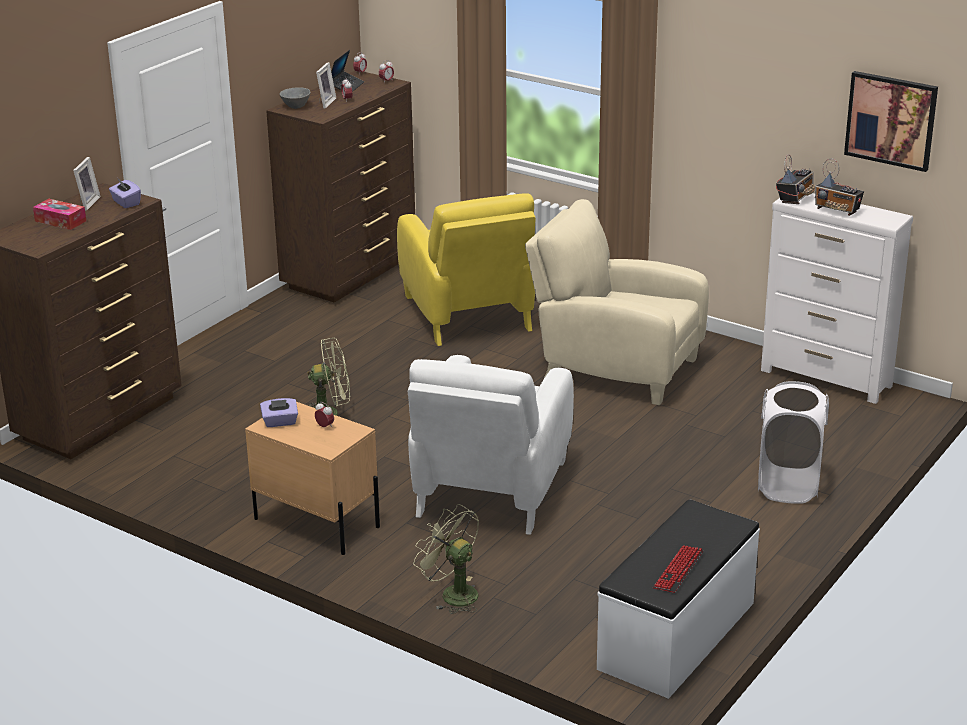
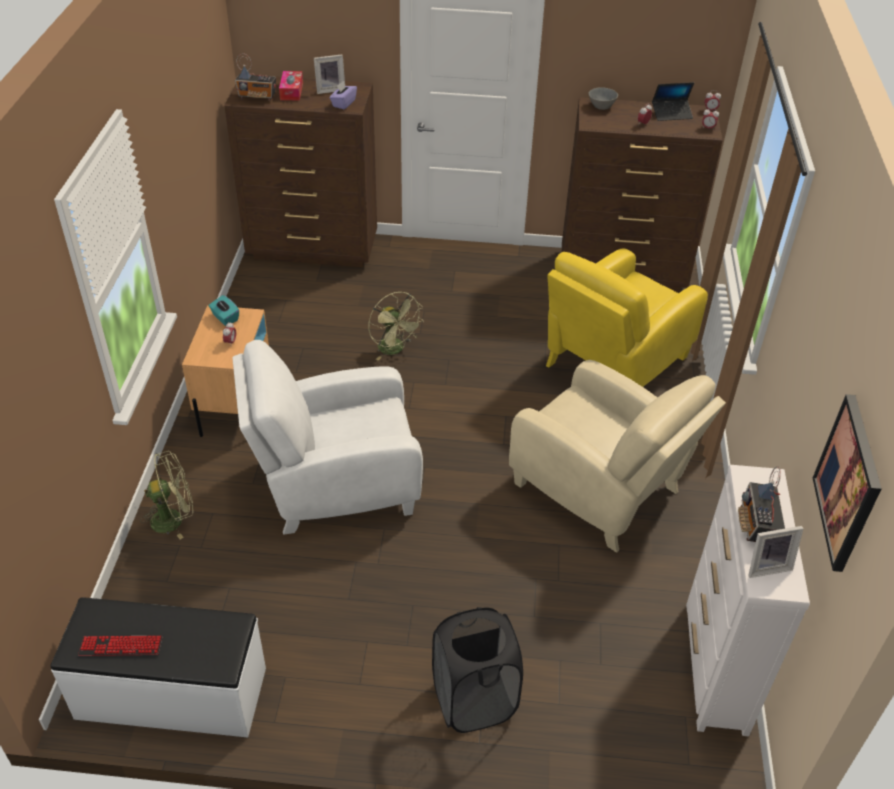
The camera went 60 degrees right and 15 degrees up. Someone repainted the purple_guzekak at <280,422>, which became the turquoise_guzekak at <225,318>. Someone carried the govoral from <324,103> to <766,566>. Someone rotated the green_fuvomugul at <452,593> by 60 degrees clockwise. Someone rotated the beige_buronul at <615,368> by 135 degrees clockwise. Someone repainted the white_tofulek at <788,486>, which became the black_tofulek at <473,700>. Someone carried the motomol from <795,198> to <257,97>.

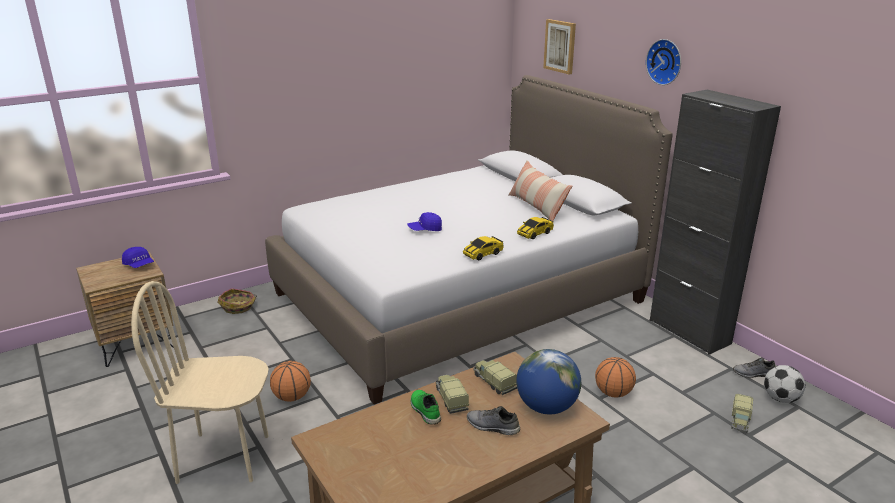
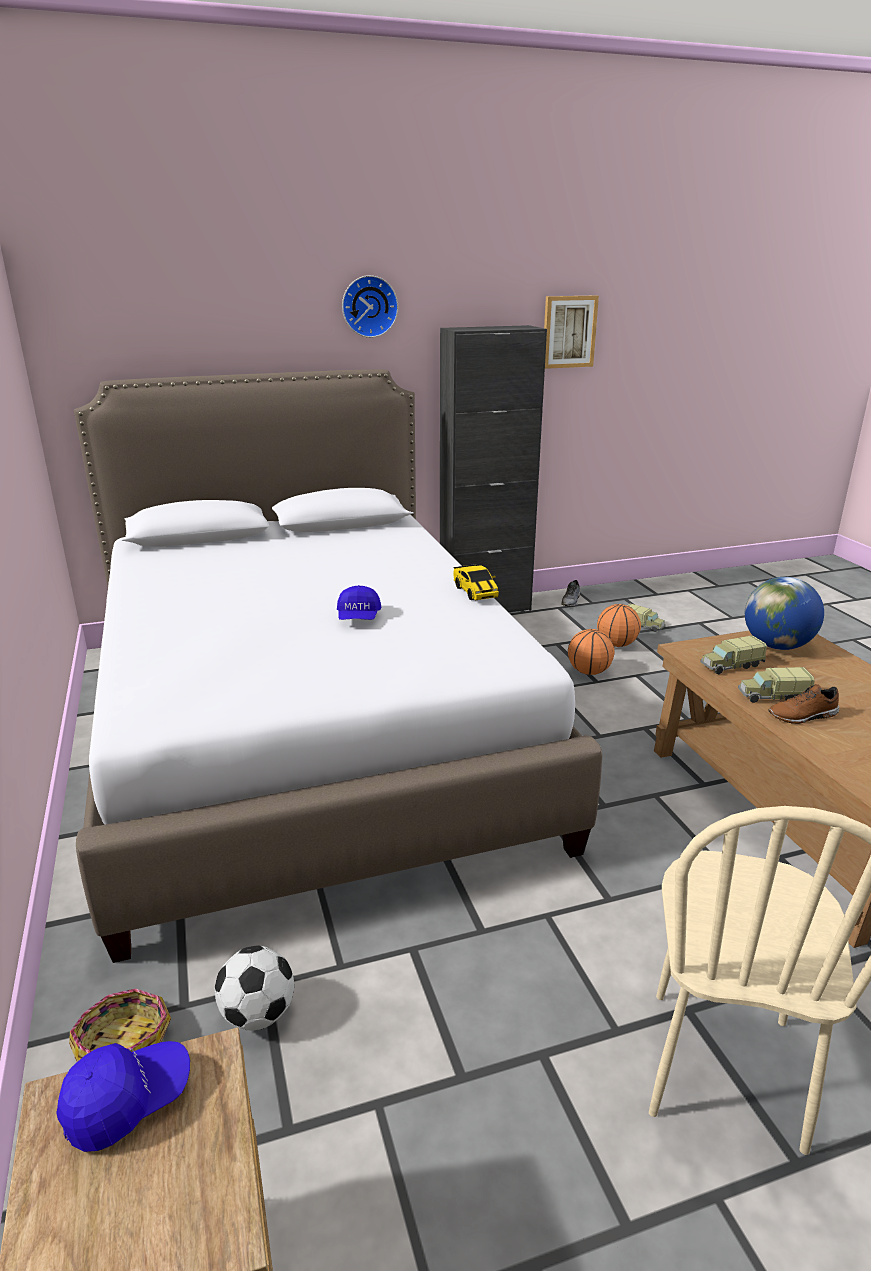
The camera went 75 degrees left and 0 degrees up. Someone carried the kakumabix from <292,397> to <616,644>. Someone repainted the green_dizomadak at <424,411>, which became the brown_dizomadak at <803,716>. Someone took away the grey_dizomadak at <492,427>. Someone took away the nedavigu at <537,207>. Someone took away the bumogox at <535,233>. Someone carried the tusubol from <560,46> to <568,332>. Someone carried the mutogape from <780,399> to <258,1014>.

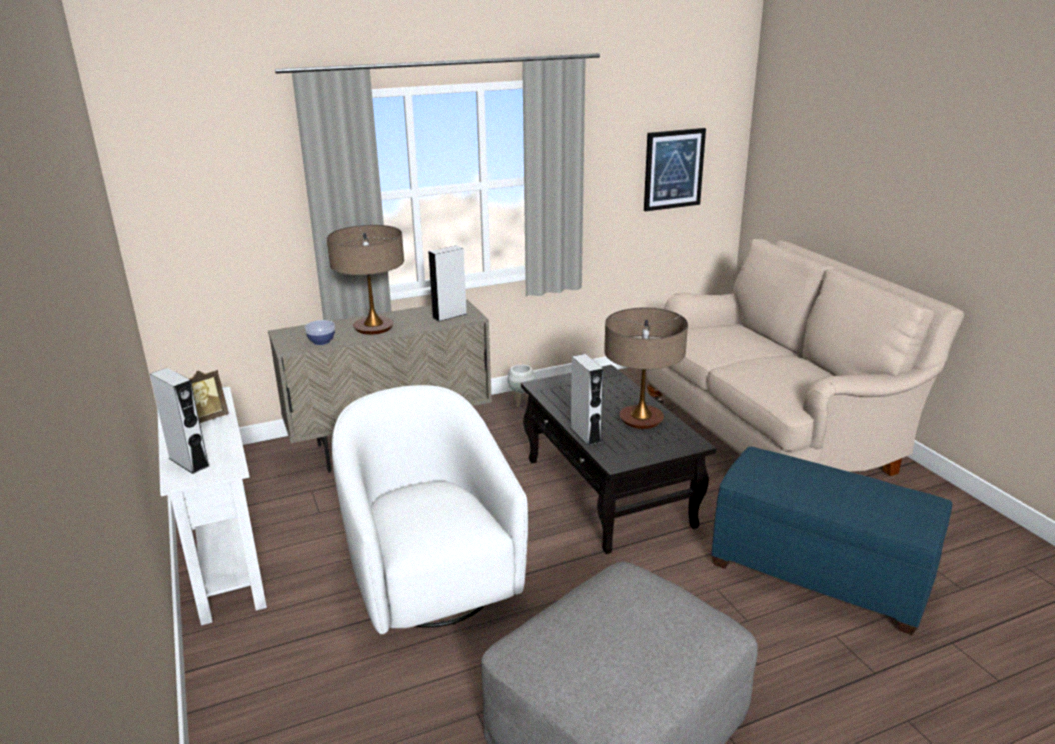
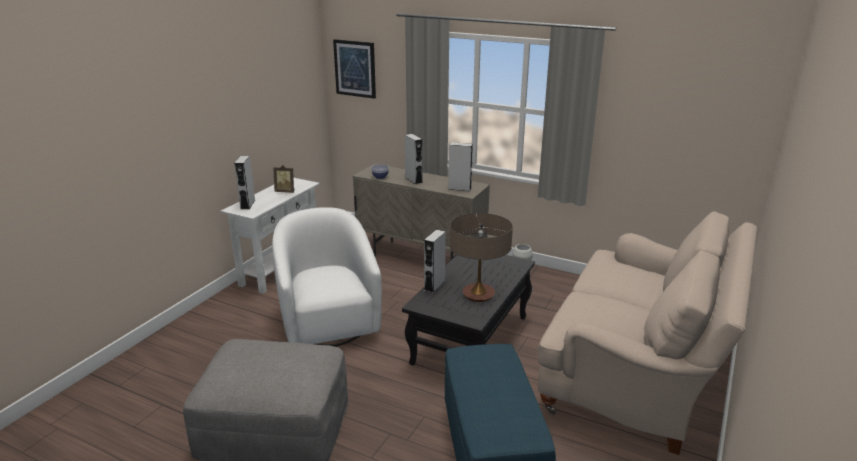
The camera went 50 degrees right and 0 degrees up. Someone swapped the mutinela at <373,328> for the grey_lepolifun at <413,180>. Someone rotated the white_buronul at <431,575> by 45 degrees counterclockwise. Someone carried the tusubol from <673,169> to <355,68>.

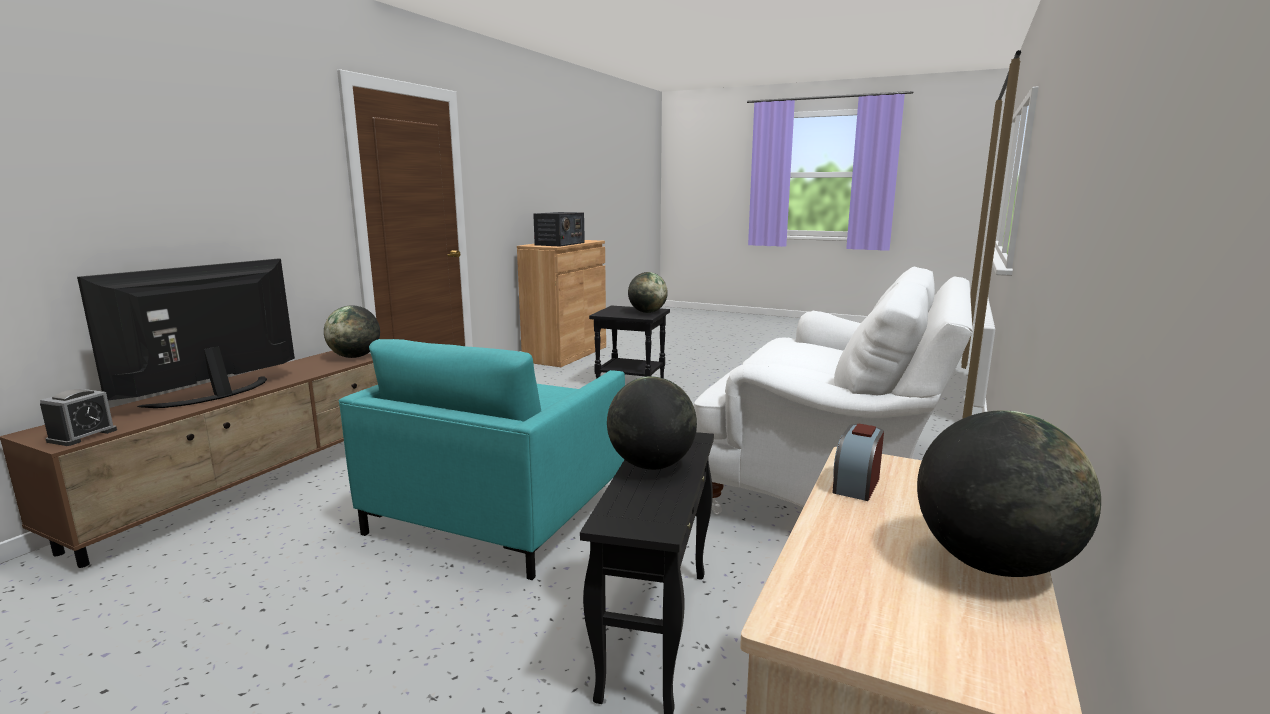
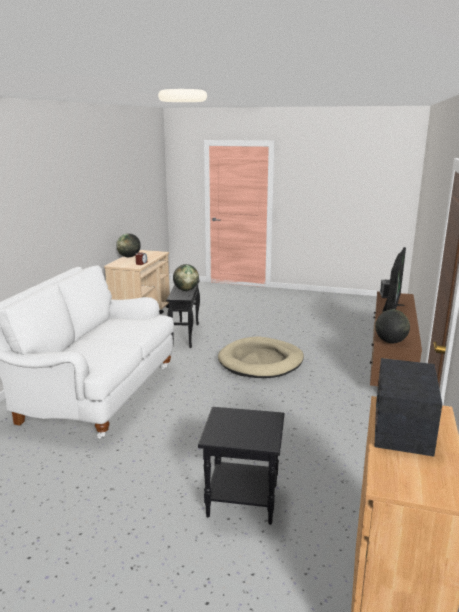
The camera went 170 degrees right and 5 degrees up. Someone swapped the turquoise_buronul at <497,511> for the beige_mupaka at <261,361>. Someone took away the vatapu at <647,312>.

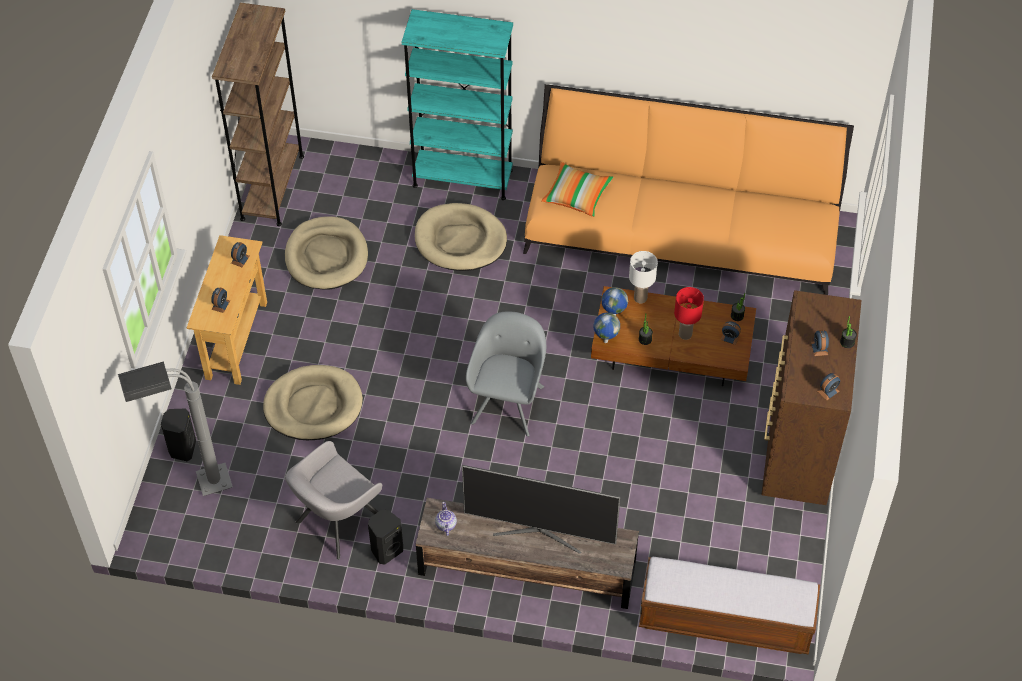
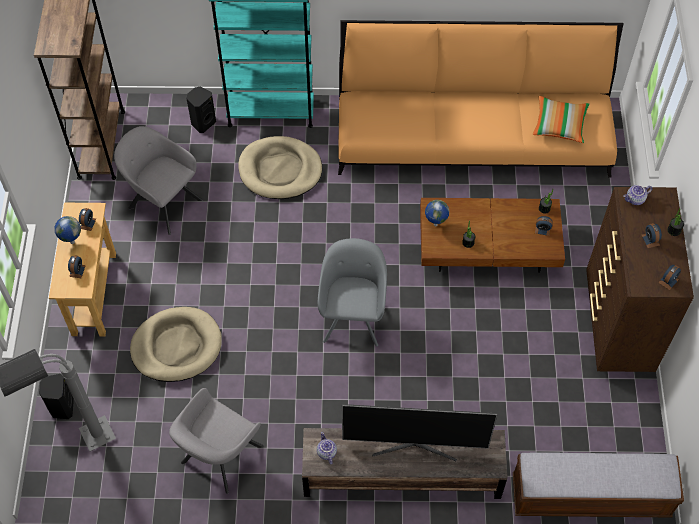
The camera went 10 degrees left and 5 degrees up. Someone swapped the beige_mupaka at <326,256> for the grey_buronul at <162,202>. Someone carried the black_lepolifun from <386,550> to <203,122>. Someone carried the nedavigu from <577,195> to <559,125>. Someone carried the vatapu from <605,341> to <72,242>. Someone took away the white_mutinela at <640,298>. Someone took away the red_mutinela at <685,334>. Someone put down the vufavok at <635,199>.

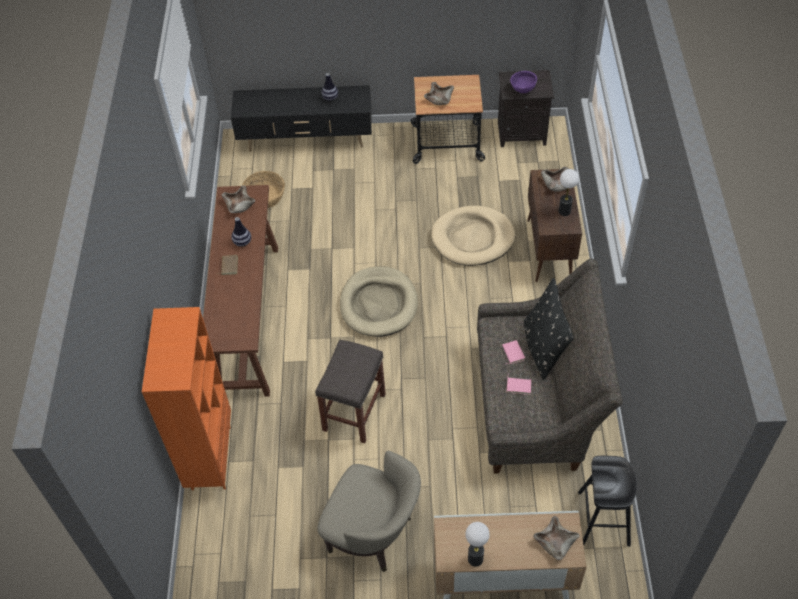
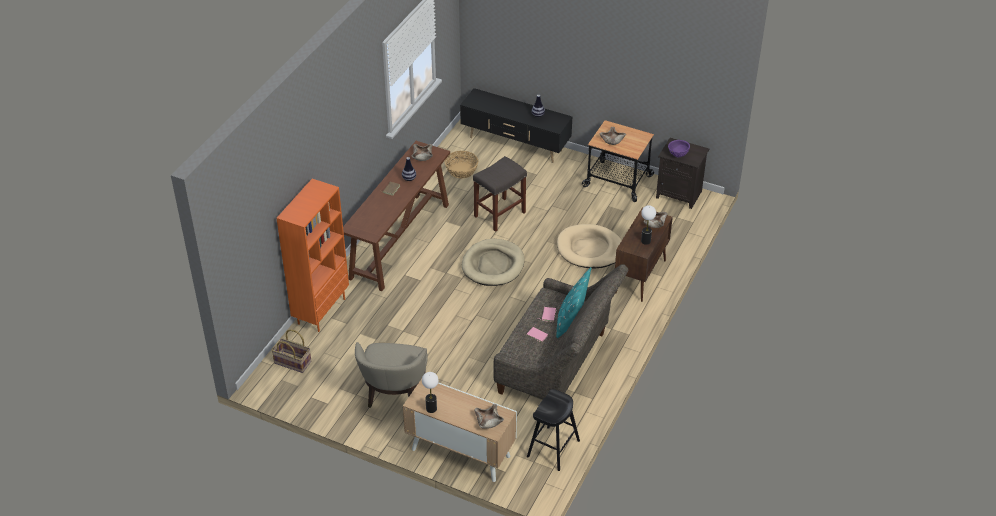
The camera went 25 degrees right and 10 degrees down. Someone carried the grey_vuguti from <354,413> to <499,215>. Someone rotated the beige_buronul at <373,534> by 45 degrees clockwise. Someone repainted the black_nedavigu at <543,348>, which became the turquoise_nedavigu at <571,320>. Someone put down the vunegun at <292,362>.

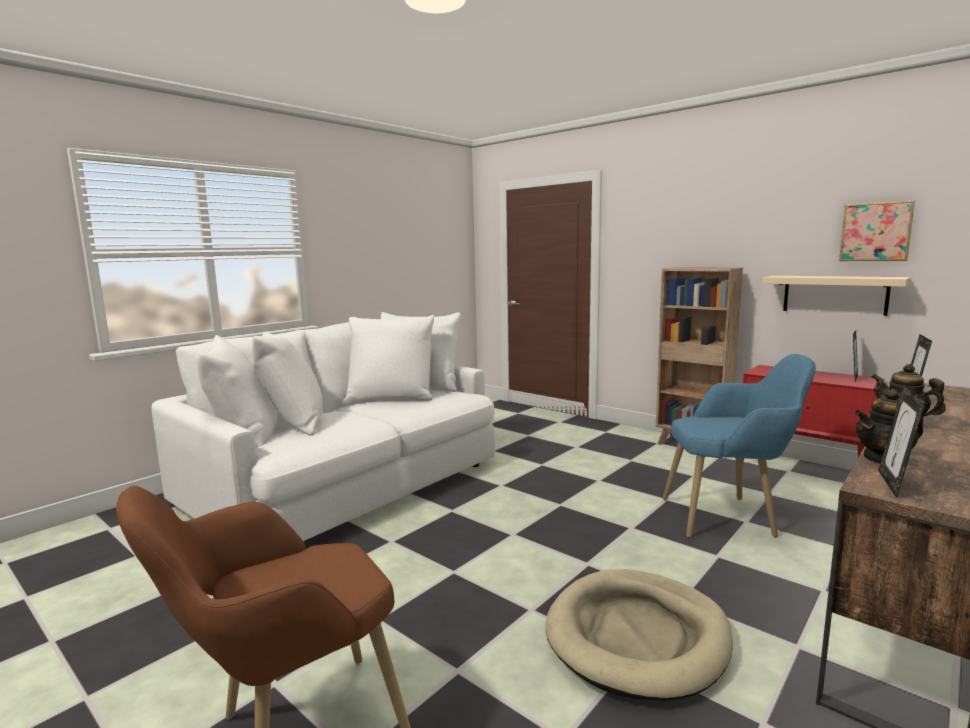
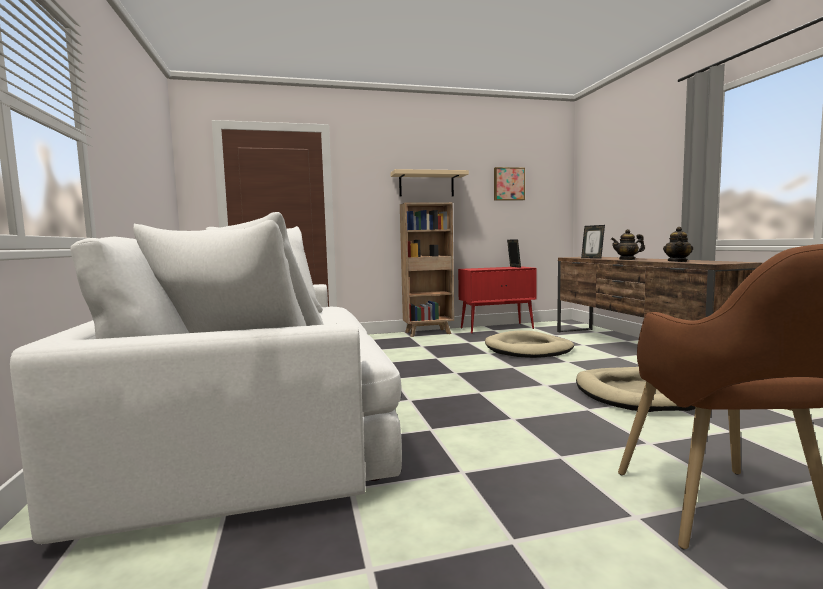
The camera went 55 degrees left and 5 degrees down. Someone swapped the blue_buronul at <731,517> for the beige_mupaka at <528,349>. Someone carried the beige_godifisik from <834,294> to <426,184>. Someone took away the govoral at <894,484>.

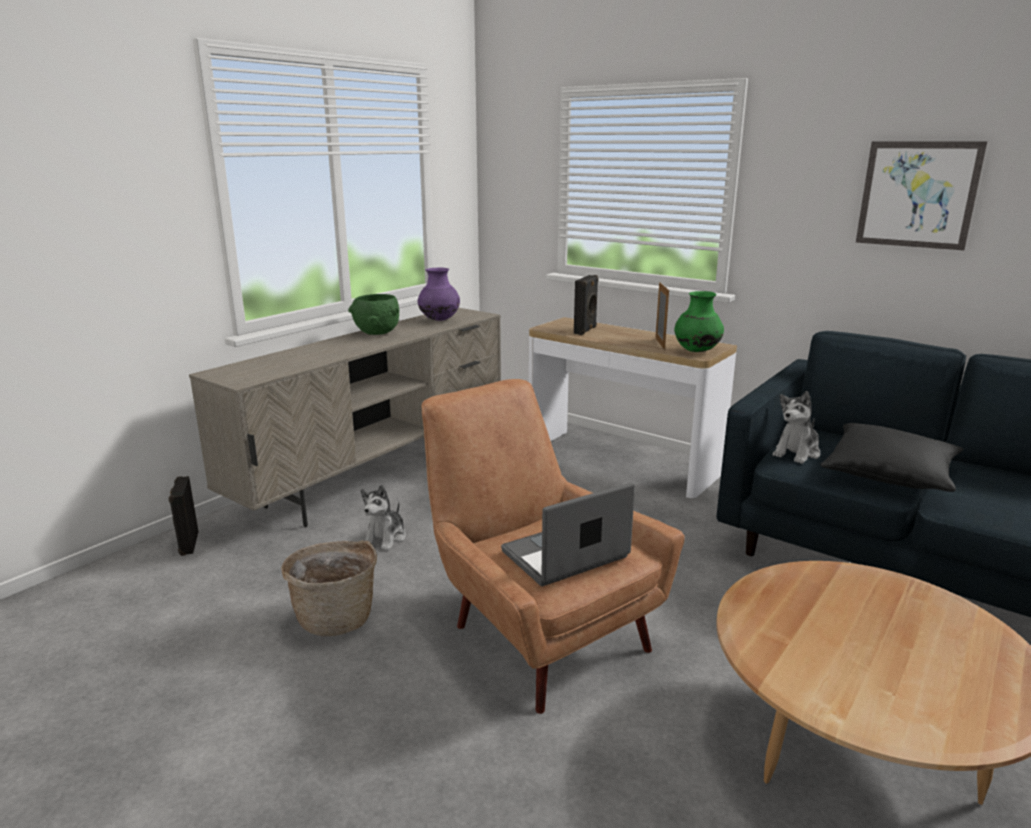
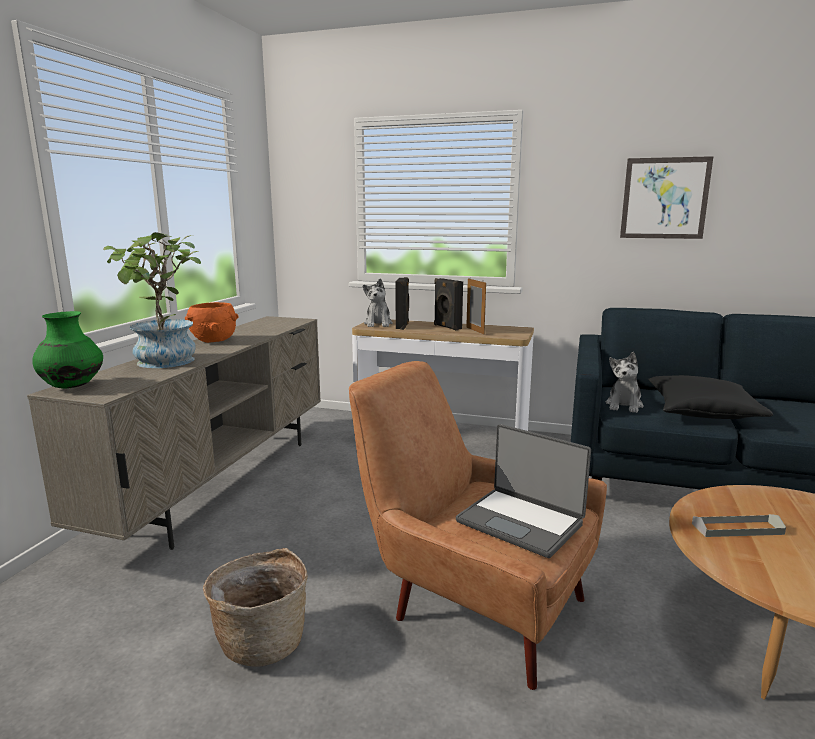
The camera went 20 degrees left and 5 degrees down. Someone carried the black_lepolifun from <188,543> to <446,327>. Someone repainted the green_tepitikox at <377,333>, which became the orange_tepitikox at <214,341>. Someone carried the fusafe from <385,538> to <378,324>. Someone took away the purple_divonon at <439,320>. Someone rotated the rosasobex at <566,556> by 90 degrees counterclockwise. Someone carried the green_divonon from <696,351> to <72,387>. Someone put down the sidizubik at <165,363>. Someone put down the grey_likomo at <737,529>.

